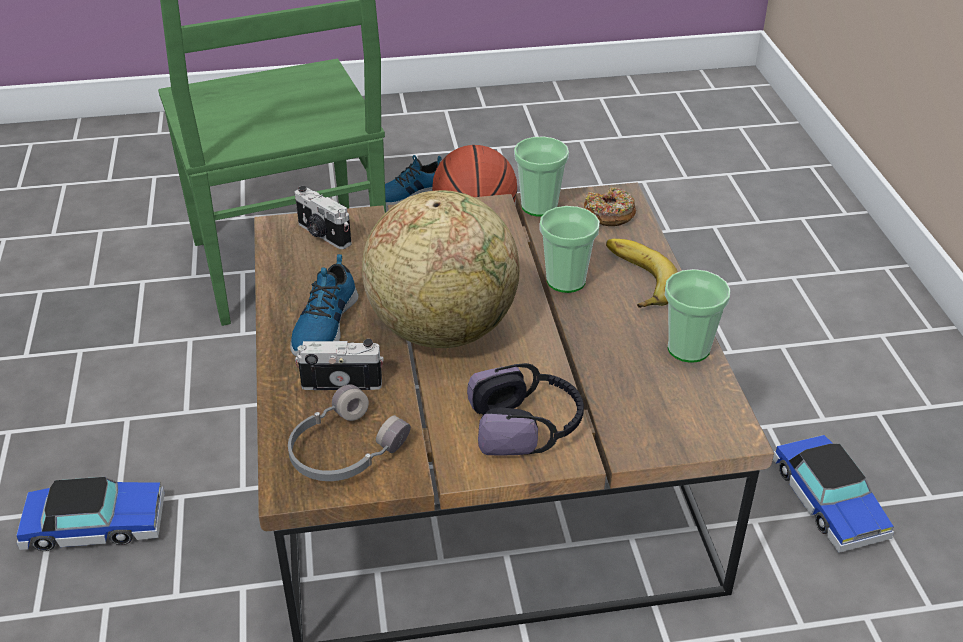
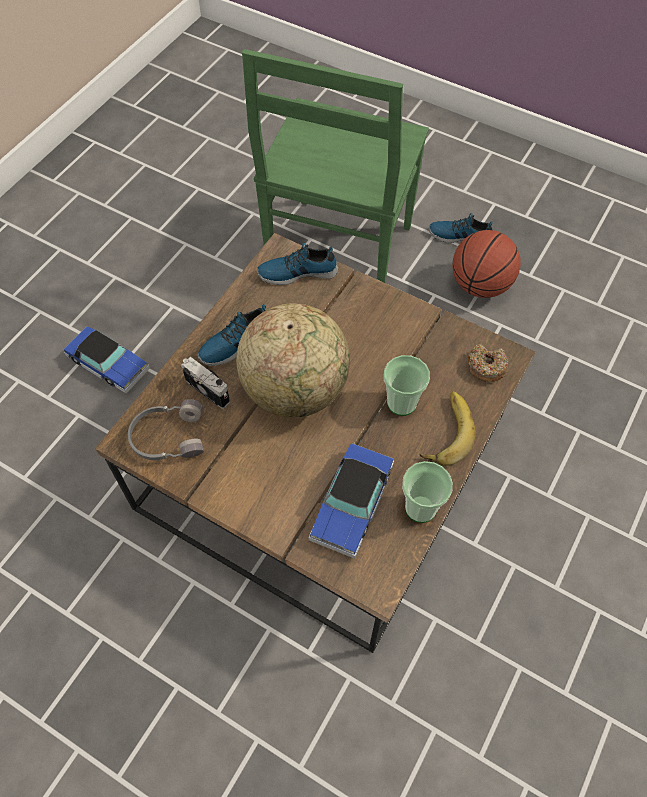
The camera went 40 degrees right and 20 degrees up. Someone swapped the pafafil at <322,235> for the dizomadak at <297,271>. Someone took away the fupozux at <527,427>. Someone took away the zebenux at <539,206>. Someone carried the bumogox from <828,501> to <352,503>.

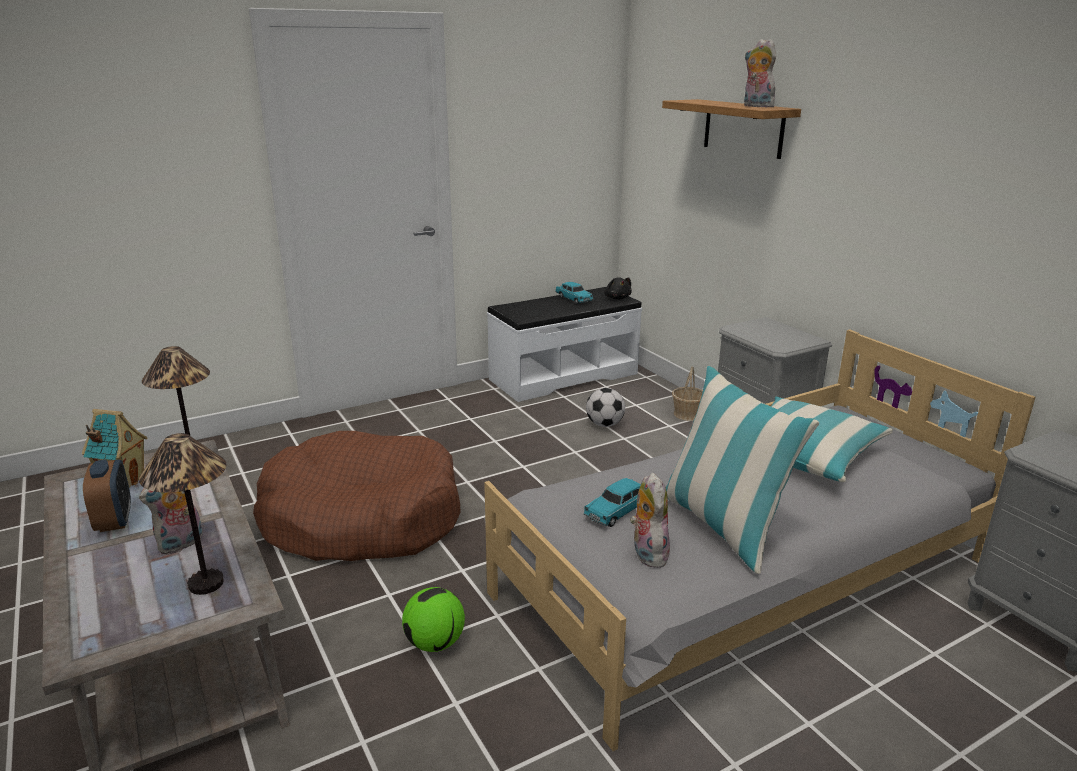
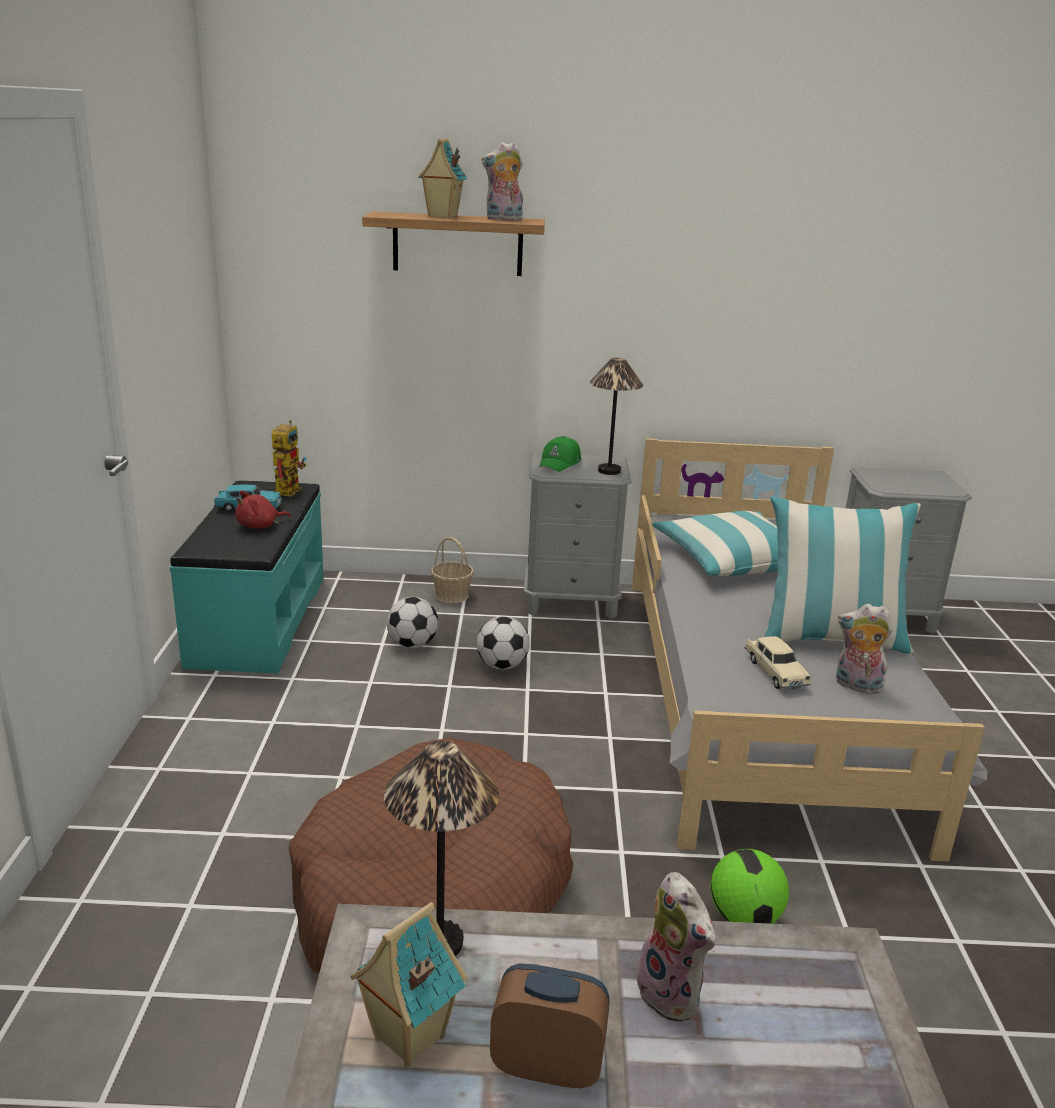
The camera went 60 degrees left and 0 degrees up. Someone carried the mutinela from <206,584> to <610,471>. Someone repainted the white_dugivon at <563,376>, which became the turquoise_dugivon at <257,620>. Someone repainted the turquoise_bumogox at <618,511>, which became the beige_bumogox at <775,673>. Someone swapped the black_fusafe at <617,298> for the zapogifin at <288,489>. Someone put down the red_fusafe at <260,526>. Someone put down the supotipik at <442,216>. Someone put down the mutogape at <502,666>. Someone put down the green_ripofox at <560,463>.

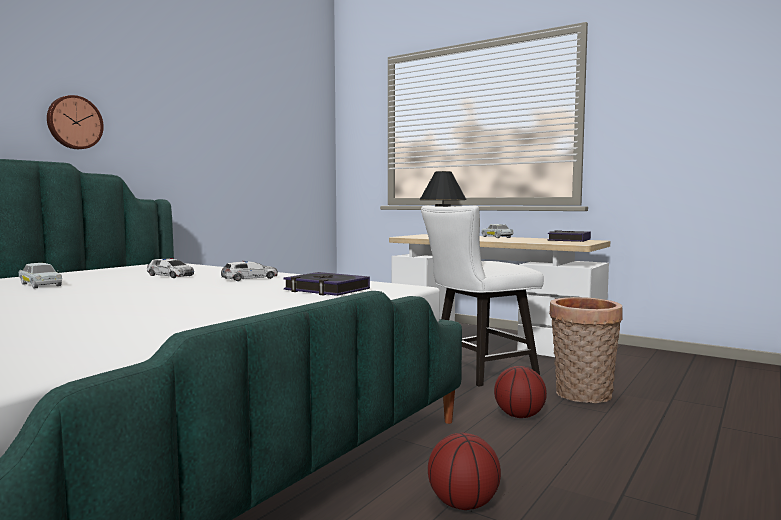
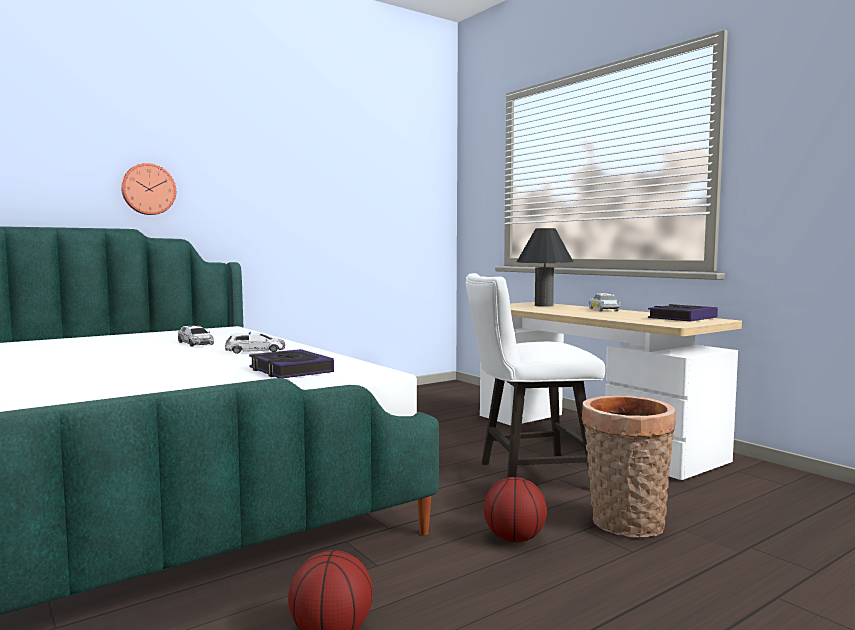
The camera went 20 degrees right and 0 degrees up. Someone took away the white_bumogox at <40,285>.

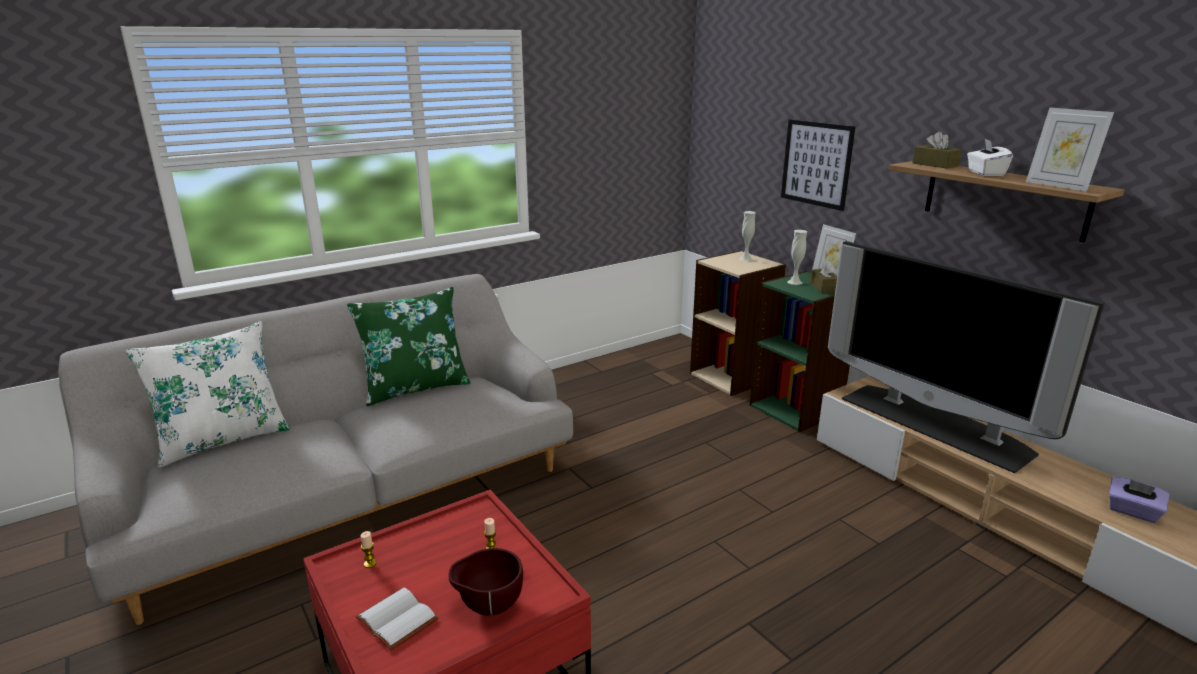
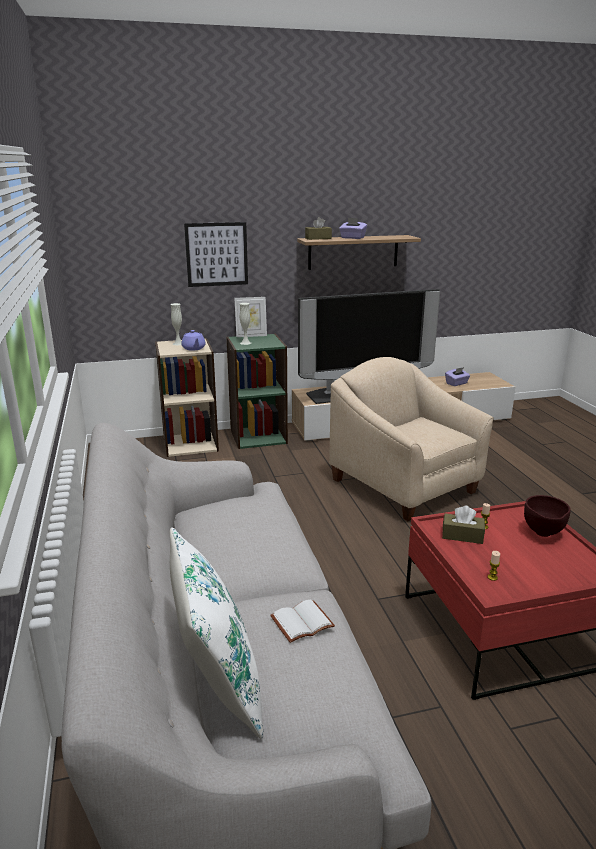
The camera went 70 degrees left and 0 degrees up. Someone took away the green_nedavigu at <415,387>. Someone carried the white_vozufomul from <395,620> to <302,623>. Someone carried the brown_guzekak from <823,287> to <462,535>. Someone repainted the white_guzekak at <985,173>, which became the purple_guzekak at <352,238>. Someone took away the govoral at <1058,186>. Someone put down the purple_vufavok at <193,348>. Someone put down the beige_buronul at <404,486>.

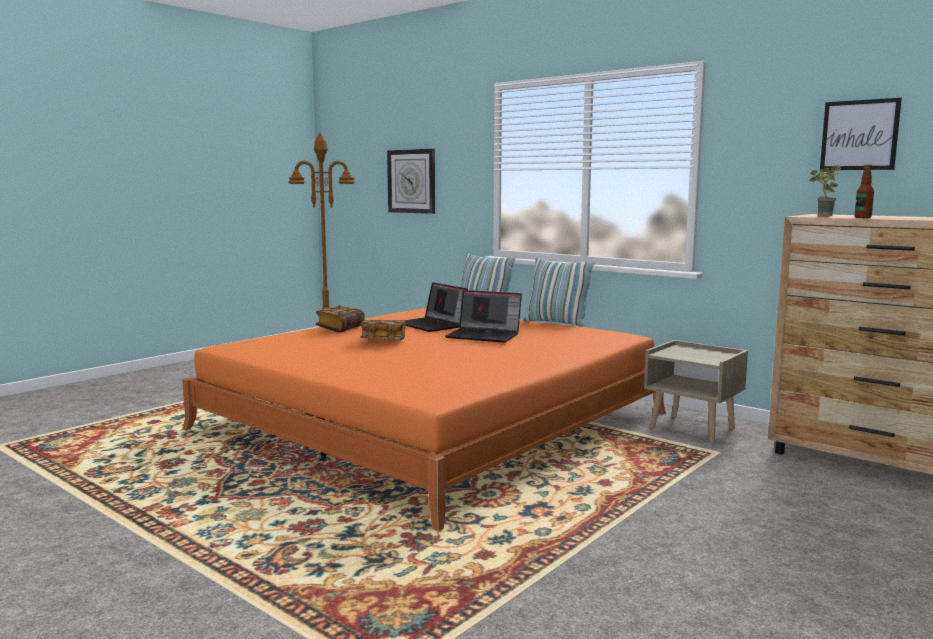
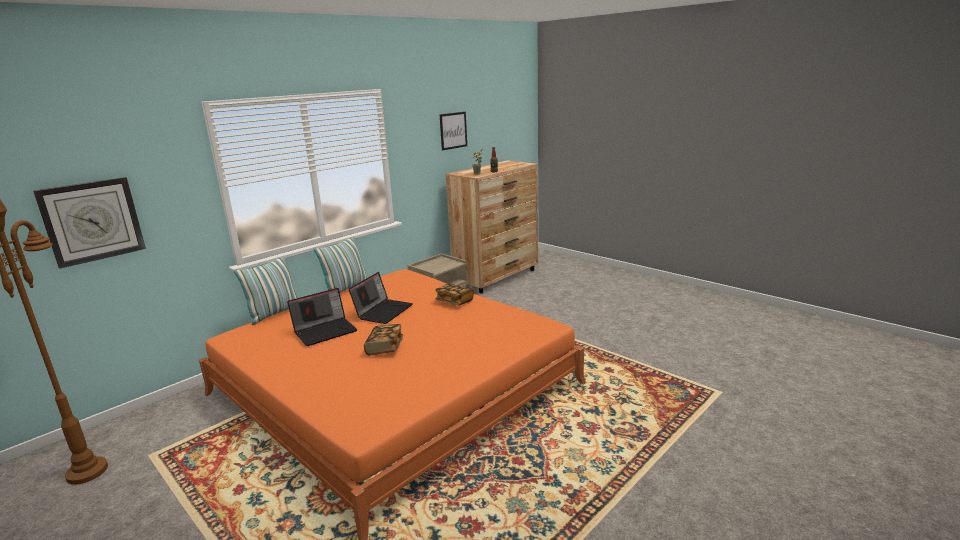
The camera went 85 degrees left and 10 degrees up. Someone carried the vozufomul from <340,328> to <454,301>.

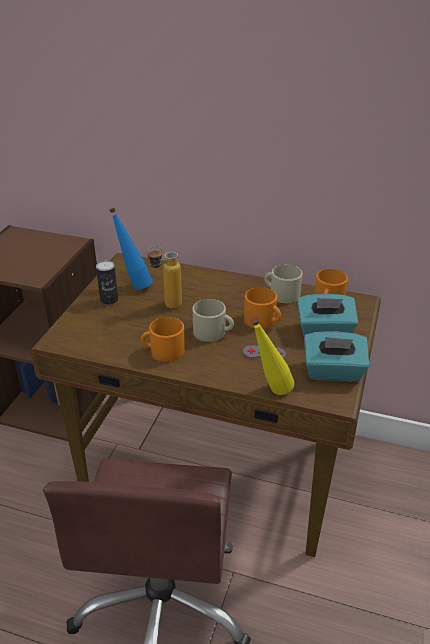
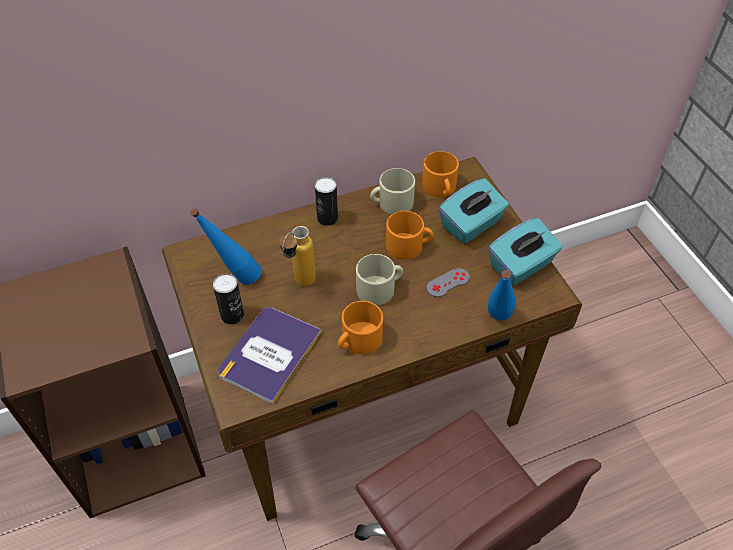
The camera went 40 degrees left and 15 degrees up. Someone repainted the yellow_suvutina at <270,393>, which became the blue_suvutina at <496,323>. Someone put down the vozufomul at <269,354>. Someone put down the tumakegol at <327,218>.

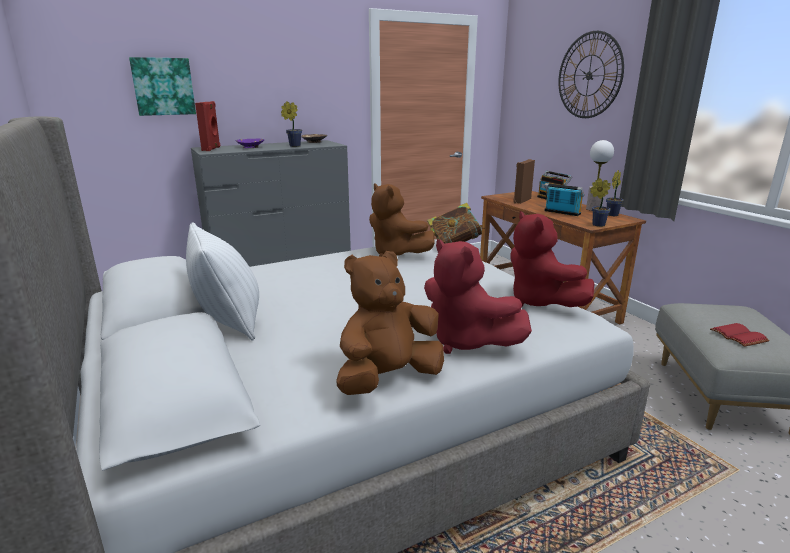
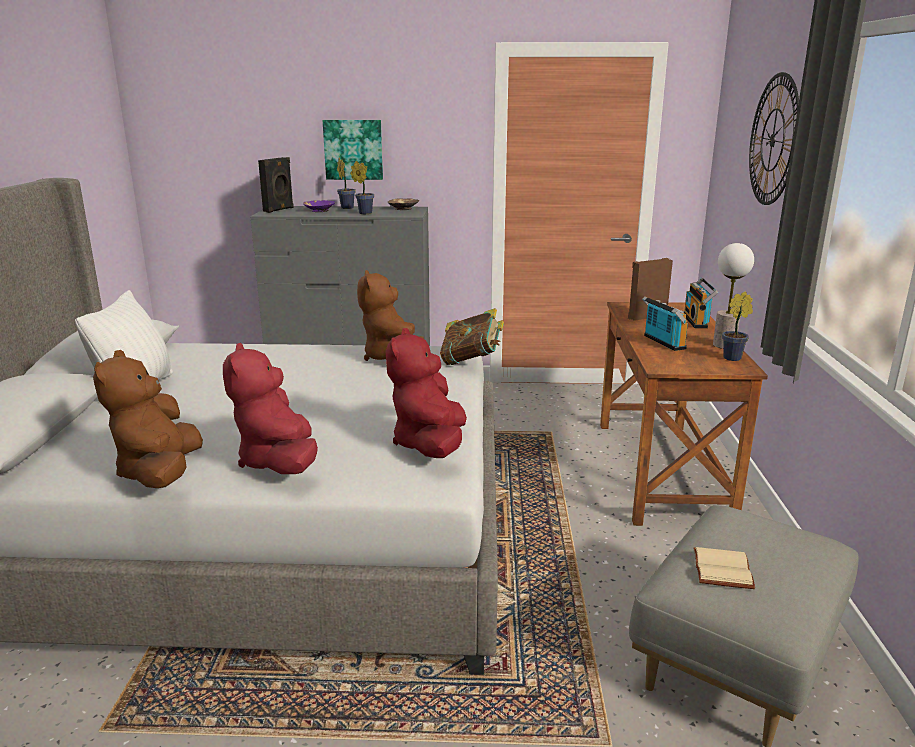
The camera went 30 degrees right and 0 degrees up. Someone carried the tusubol from <163,86> to <353,149>. Someone repainted the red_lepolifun at <212,149>, which became the black_lepolifun at <279,210>. Someone rotated the brown_fusafe at <388,378> by 90 degrees counterclockwise. Someone carried the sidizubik from <596,225> to <346,207>. Someone repainted the red_vozufomul at <740,336>, which became the beige_vozufomul at <724,570>.

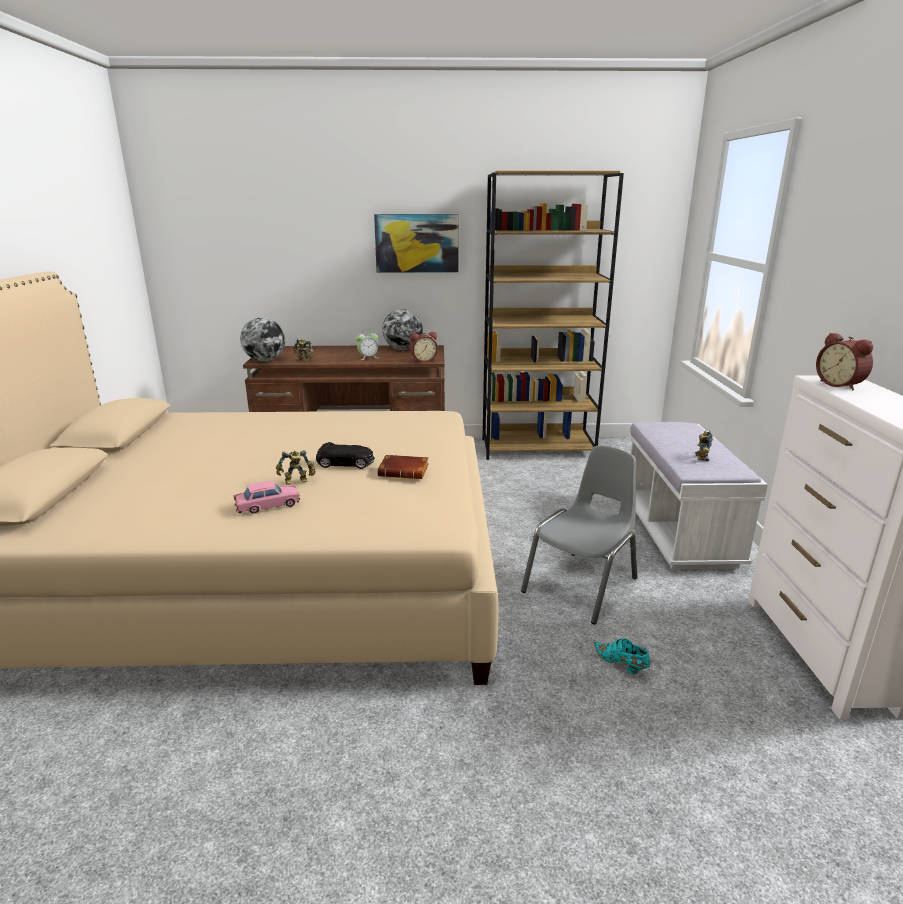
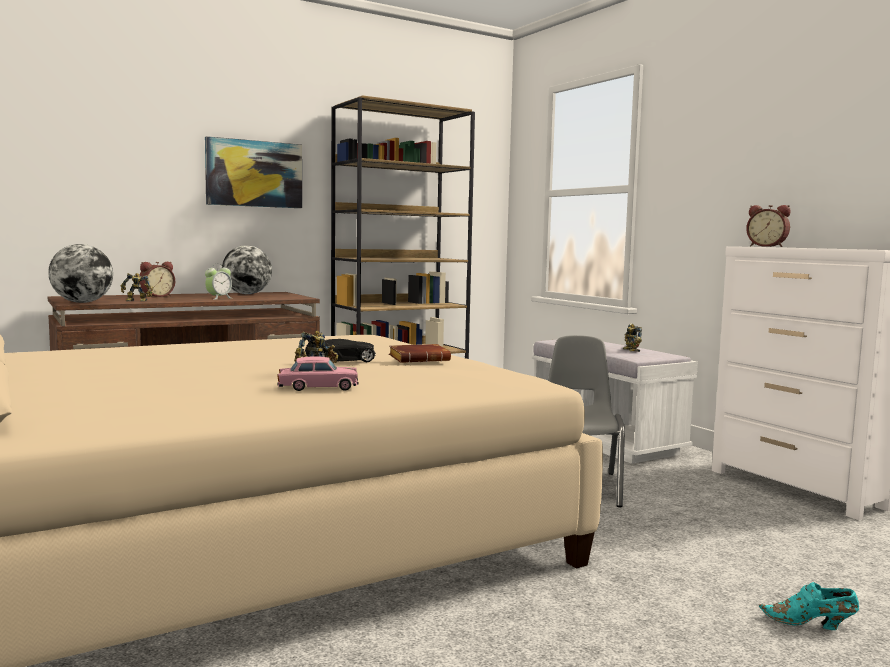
The camera went 30 degrees left and 15 degrees down. Someone rotated the pink_bumogox at <268,505> by 45 degrees clockwise. Someone carried the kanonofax from <423,360> to <156,296>. Someone carried the turquoise_dizomadak from <621,665> to <810,624>.

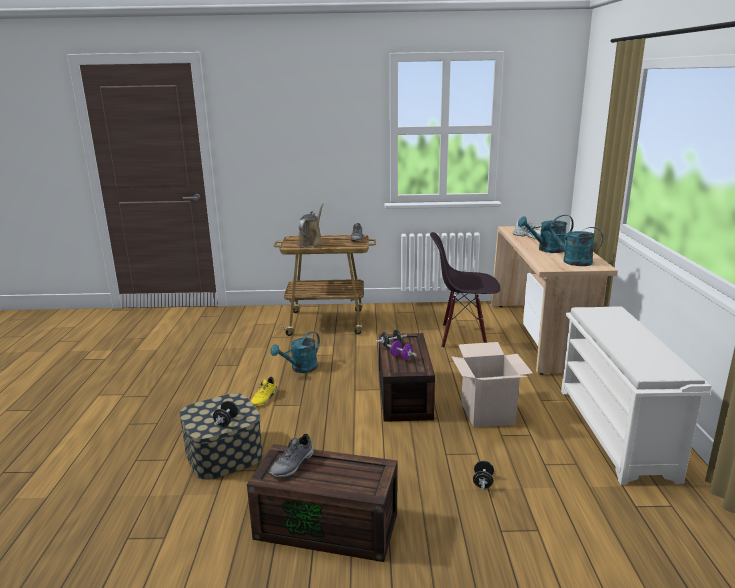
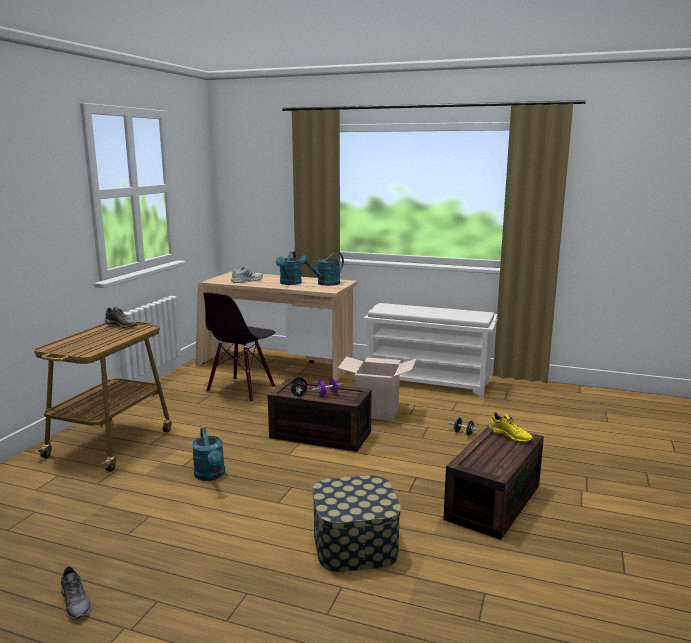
The camera went 70 degrees left and 5 degrees down. Someone took away the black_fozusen at <226,421>. Someone carried the yellow_dizomadak from <264,398> to <510,435>. Someone carried the grey_dizomadak from <293,465> to <76,602>. Someone took away the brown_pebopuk at <311,243>.

